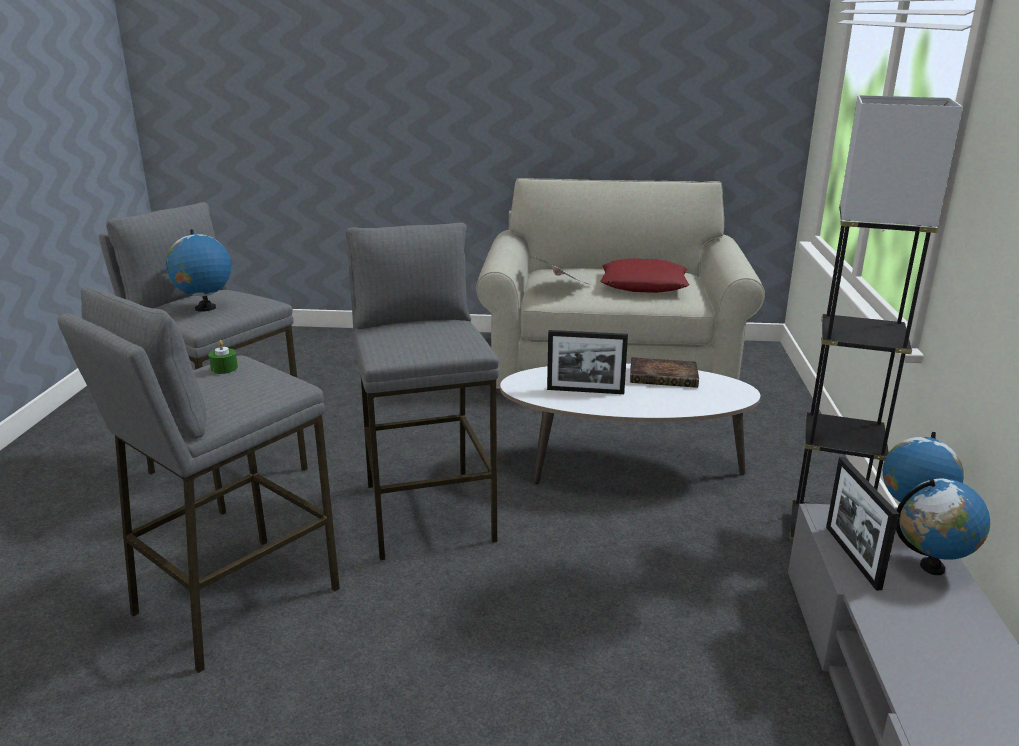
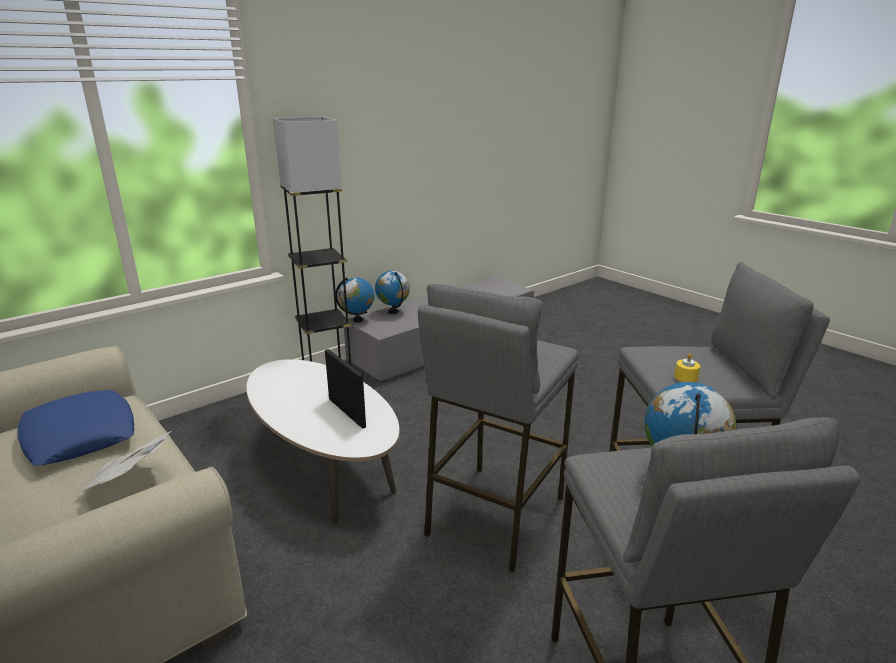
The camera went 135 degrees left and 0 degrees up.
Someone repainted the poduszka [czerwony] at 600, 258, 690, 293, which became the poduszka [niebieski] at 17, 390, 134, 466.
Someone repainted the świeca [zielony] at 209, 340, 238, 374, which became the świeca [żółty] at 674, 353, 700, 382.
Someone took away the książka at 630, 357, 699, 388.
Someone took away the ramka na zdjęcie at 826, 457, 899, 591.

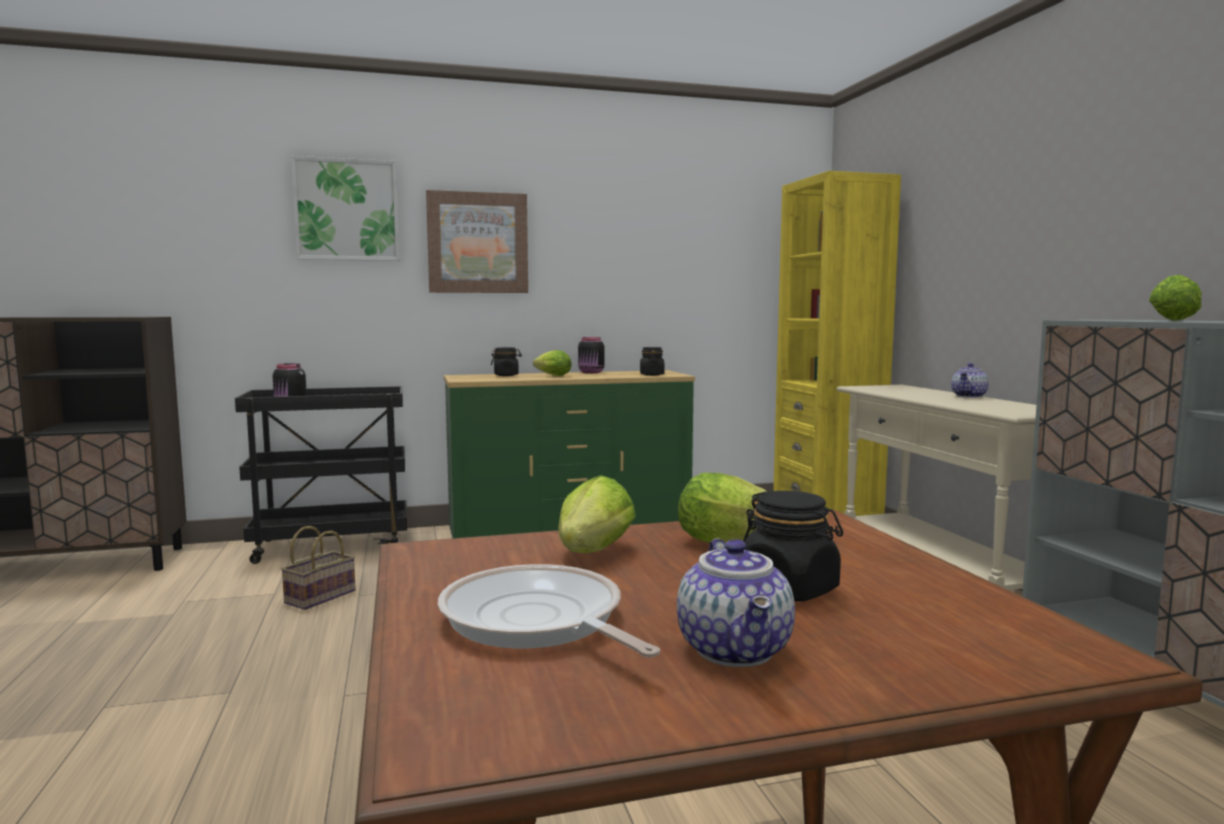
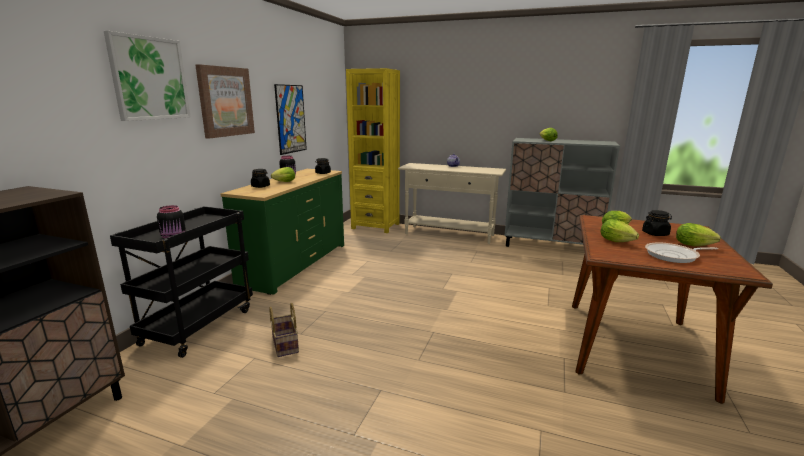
The camera went 55 degrees left and 10 degrees up.
Someone put up the obraz at 274, 84, 307, 155.
Someone swapped the imbryk at 677, 539, 795, 667 for the sałata at 676, 223, 721, 246.

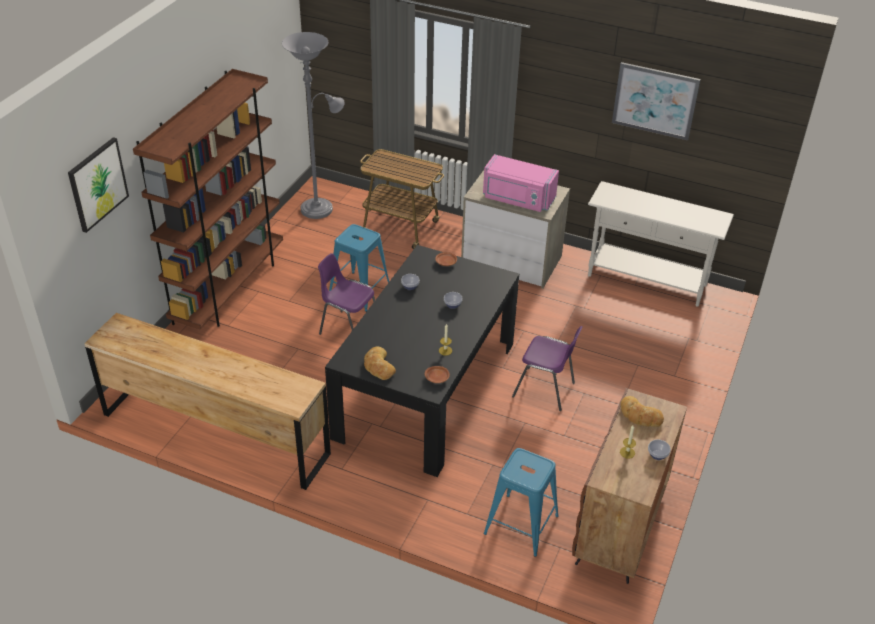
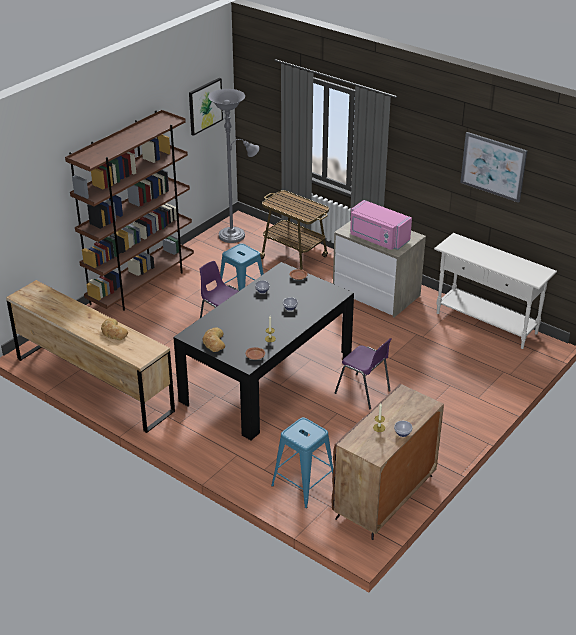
The camera went 15 degrees right and 5 degrees down.
Someone carried the chleb from 620, 396, 664, 427 to 101, 318, 128, 340.
Someone carried the obraz from 68, 137, 129, 233 to 189, 78, 223, 136.

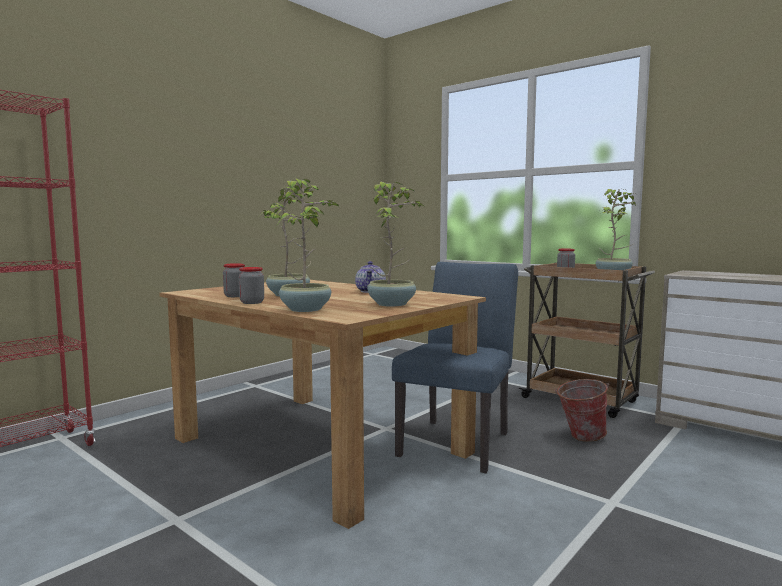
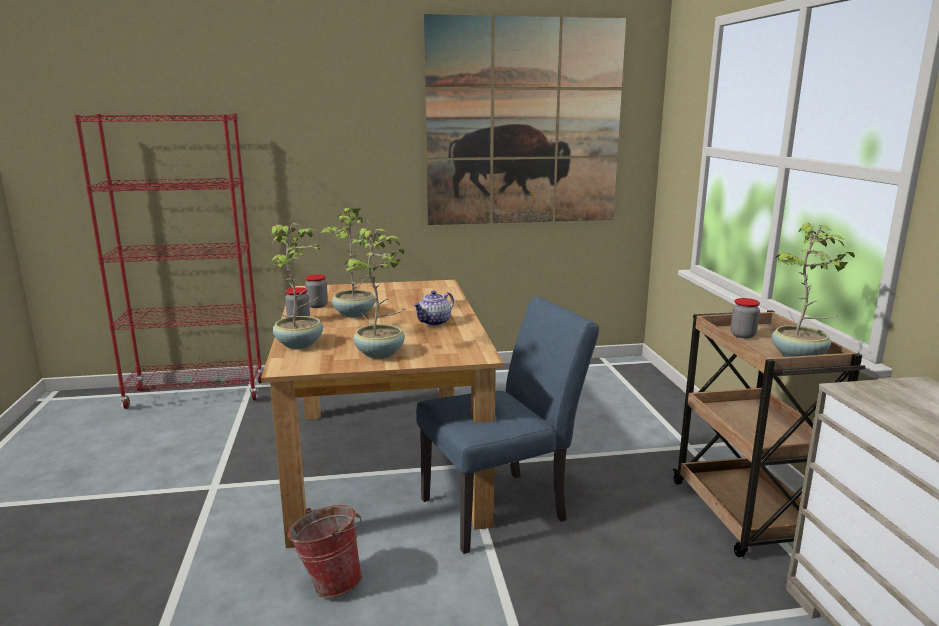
The camera went 40 degrees right and 10 degrees up.
Someone carried the wiadro from 555, 379, 609, 442 to 287, 505, 362, 598.
Someone put up the obraz at 424, 14, 626, 225.

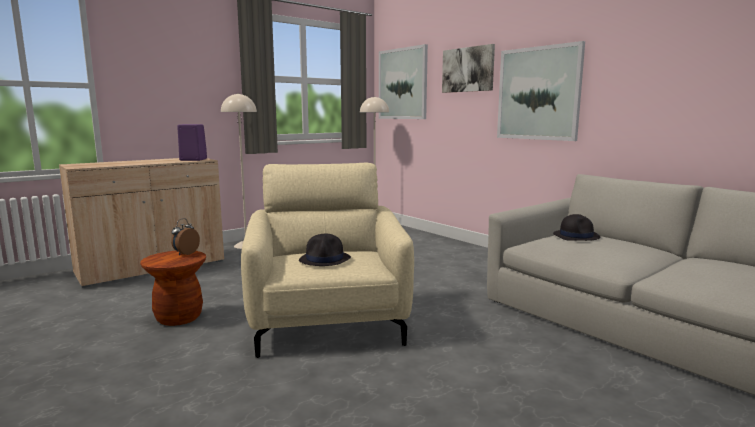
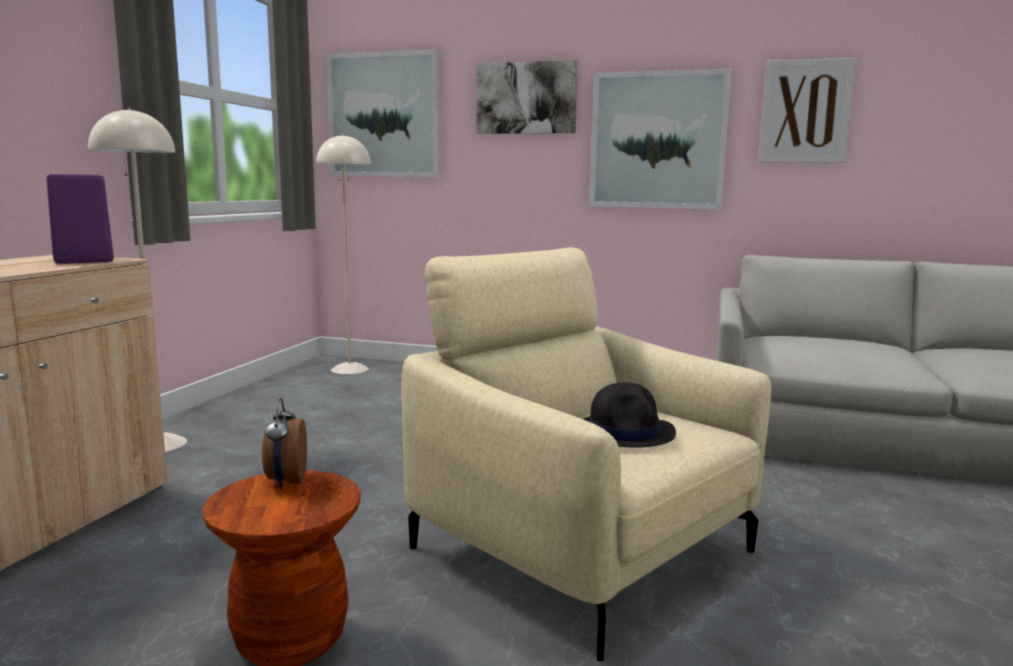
The camera went 35 degrees left and 0 degrees up.
Someone put up the obraz at 758, 58, 856, 163.
Someone took away the kapelusz [czarny] at 553, 214, 600, 241.

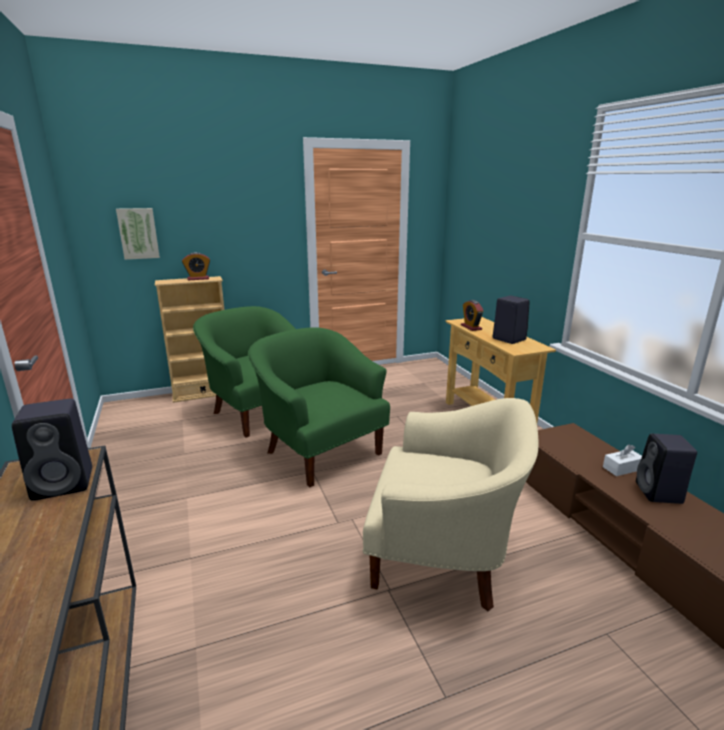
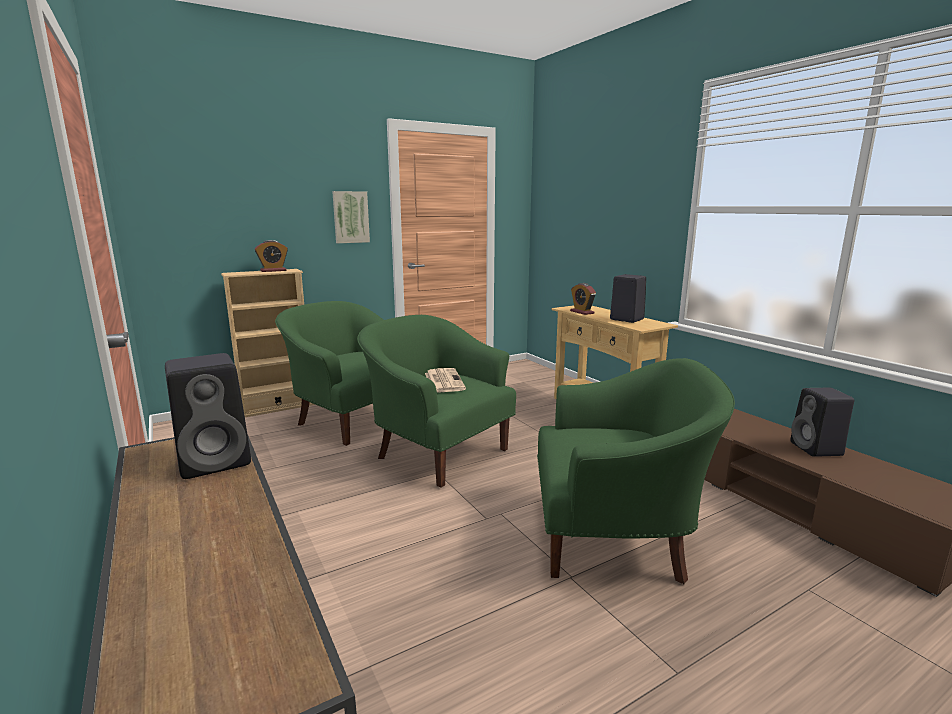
The camera went 10 degrees left and 5 degrees down.
Someone carried the obraz from 116, 208, 160, 260 to 332, 191, 370, 243.
Someone put down the gazeta at 425, 368, 466, 392.
Someone repainted the fotel [beżowy] at 363, 398, 538, 612, which became the fotel [zielony] at 537, 358, 735, 584.
Someone took away the pudełko chusteczek [biały] at 603, 444, 642, 476.

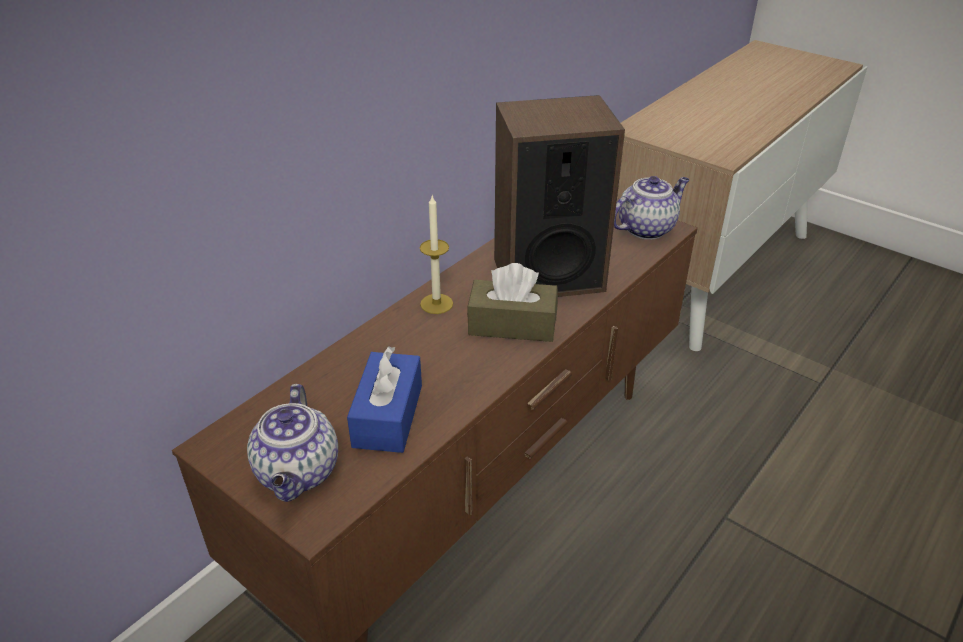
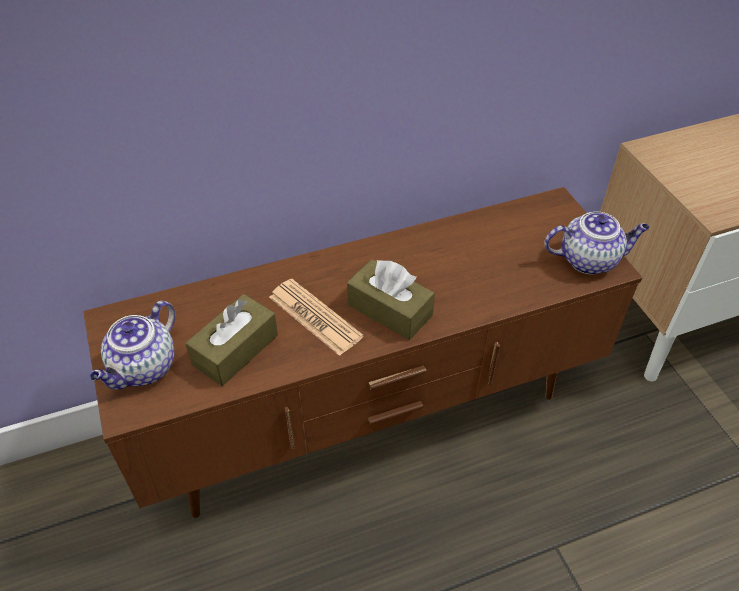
The camera went 30 degrees right and 10 degrees up.
Someone repainted the pudełko chusteczek [niebieski] at 347, 346, 422, 453, which became the pudełko chusteczek [brązowy] at 185, 294, 278, 386.
Someone put down the gazeta at 269, 279, 363, 356.
Someone took away the świeca at 420, 196, 453, 314.
Someone took away the głośnik at 494, 95, 625, 297.

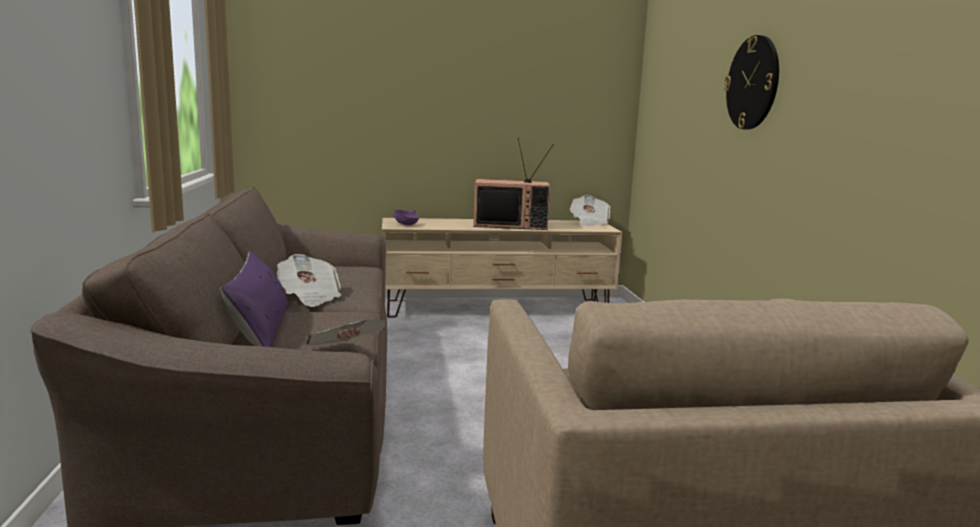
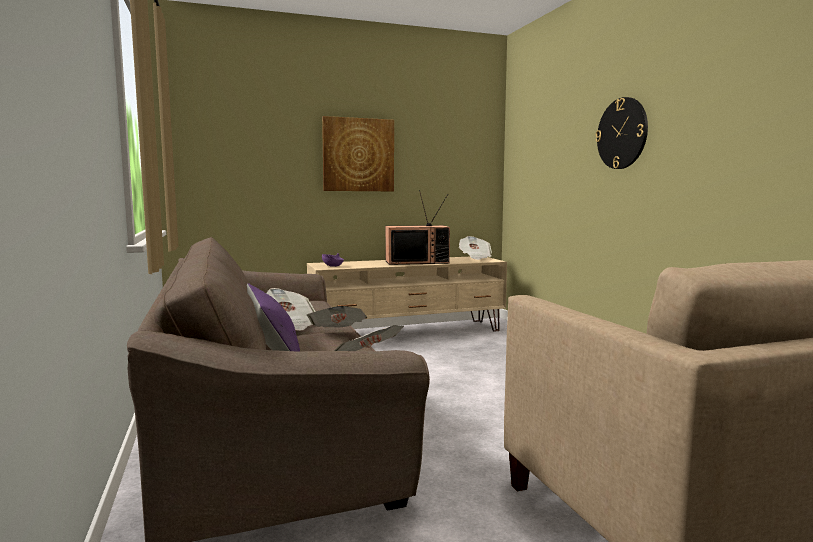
The camera went 10 degrees left and 5 degrees down.
Someone put down the gazeta at 306, 306, 367, 328.
Someone put up the obraz at 322, 116, 394, 191.

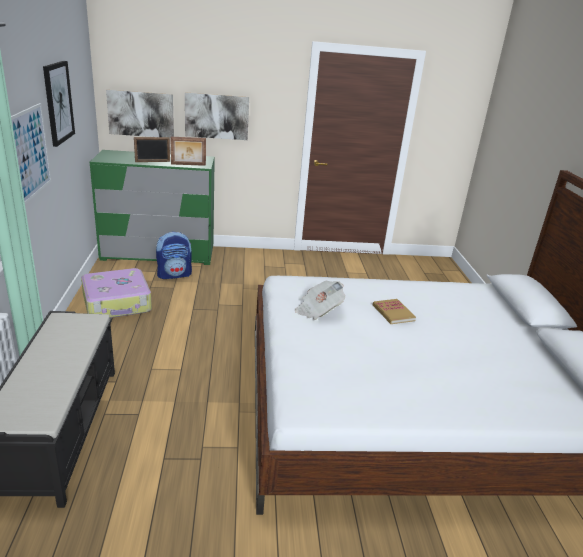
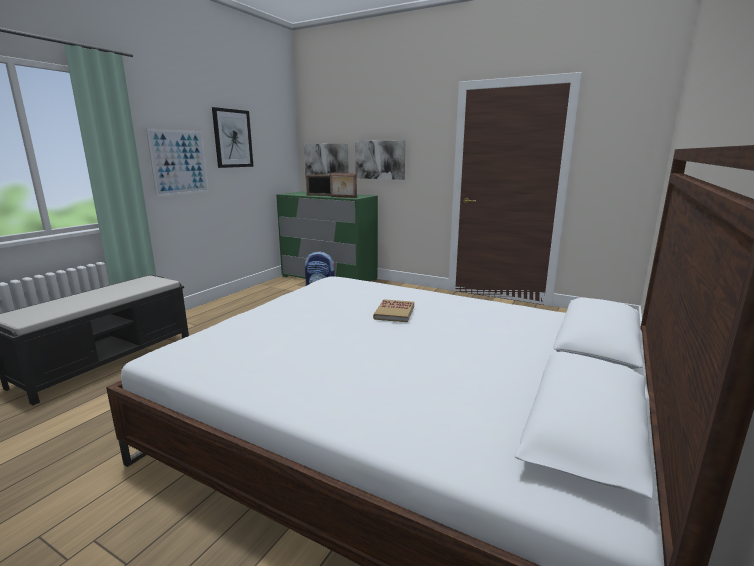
The camera went 35 degrees right and 10 degrees down.
Someone took away the walizka at 81, 268, 152, 318.
Someone took away the gazeta at 295, 280, 345, 320.

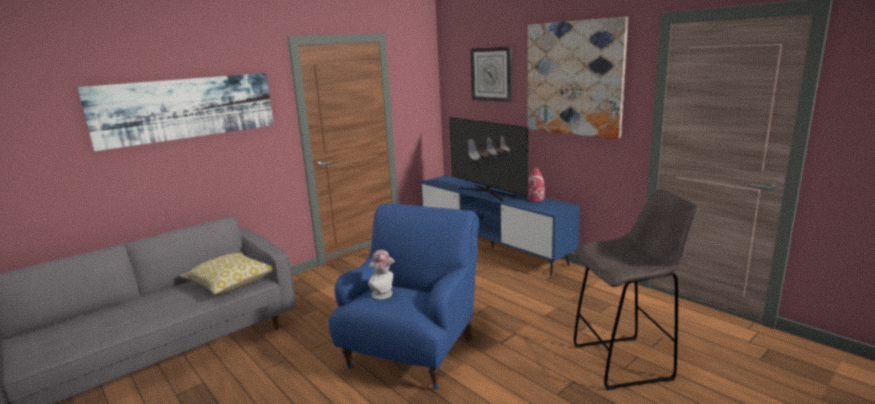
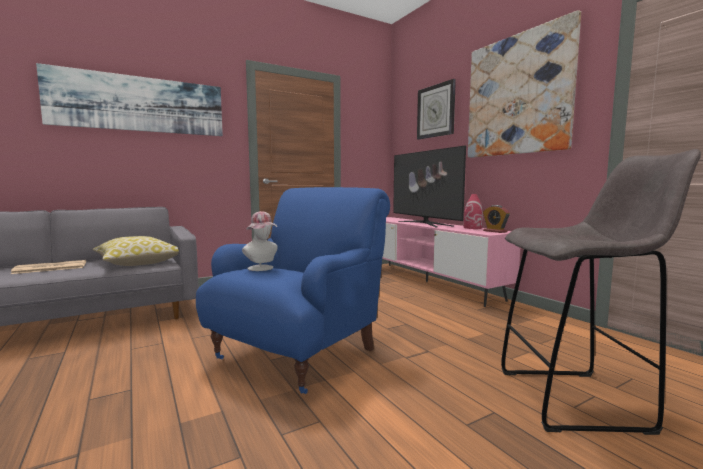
The camera went 10 degrees right and 10 degrees down.
Someone put down the gazeta at 11, 260, 86, 274.
Someone repainted the szafka pod telewizor [niebieski] at 420, 175, 580, 275, which became the szafka pod telewizor [różowy] at 382, 217, 520, 307.
Someone put down the budzik at 483, 205, 510, 233.

